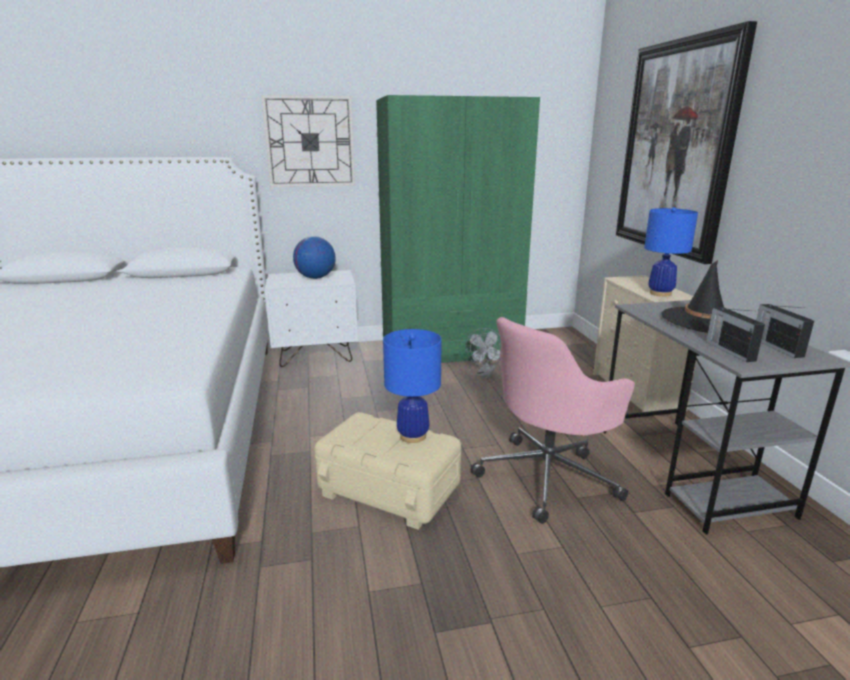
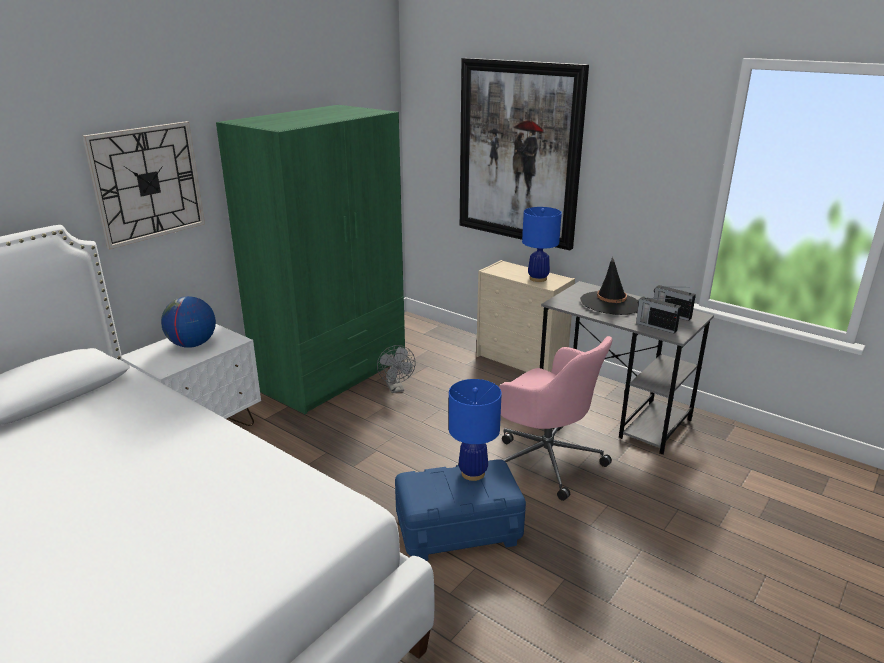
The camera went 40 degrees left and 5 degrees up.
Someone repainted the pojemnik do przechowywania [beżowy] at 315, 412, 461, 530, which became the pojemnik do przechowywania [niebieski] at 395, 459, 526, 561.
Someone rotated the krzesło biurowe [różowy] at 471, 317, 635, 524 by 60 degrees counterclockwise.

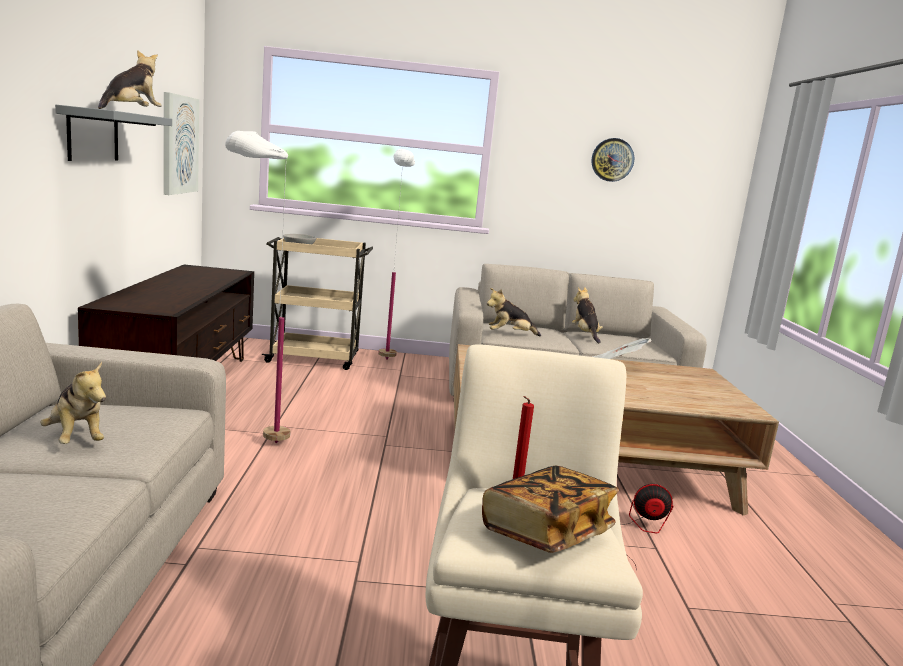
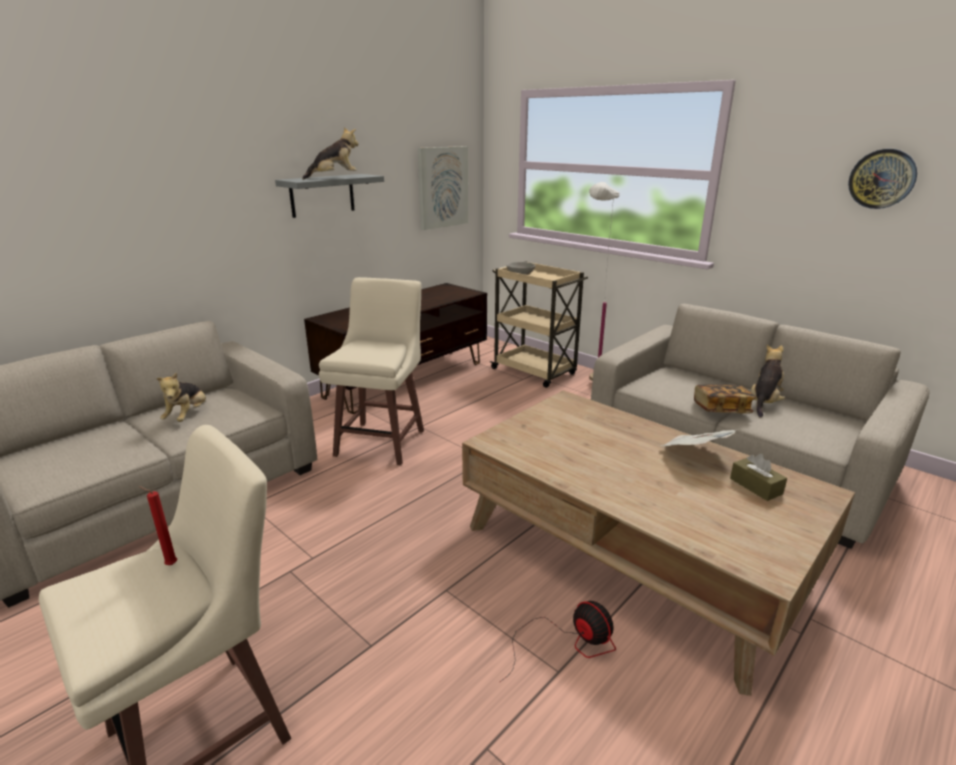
The camera went 45 degrees right and 10 degrees up.
Someone swapped the lampa stojąca [biały] at 225, 131, 291, 443 for the stołek [beżowy] at 319, 277, 424, 465.
Someone carried the książka from 482, 466, 619, 553 to 694, 385, 756, 413.
Someone put down the pudełko chusteczek [brązowy] at 730, 454, 787, 501.
Someone took away the pluszak at 487, 288, 541, 336.

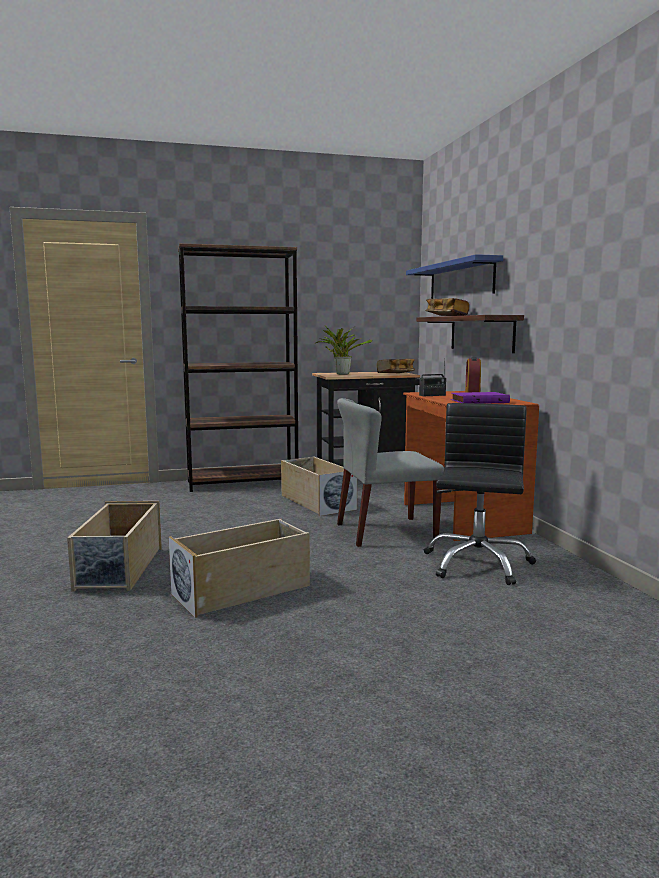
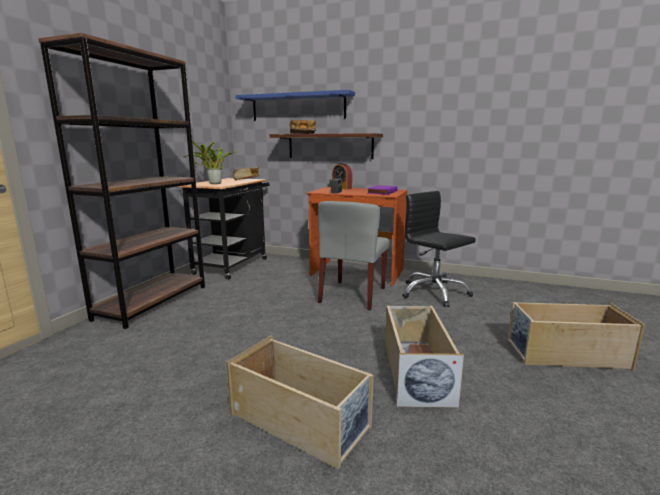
The camera went 55 degrees left and 5 degrees up.
Someone carried the pojemnik do przechowywania [beżowy] from 281, 456, 357, 516 to 507, 302, 645, 371.

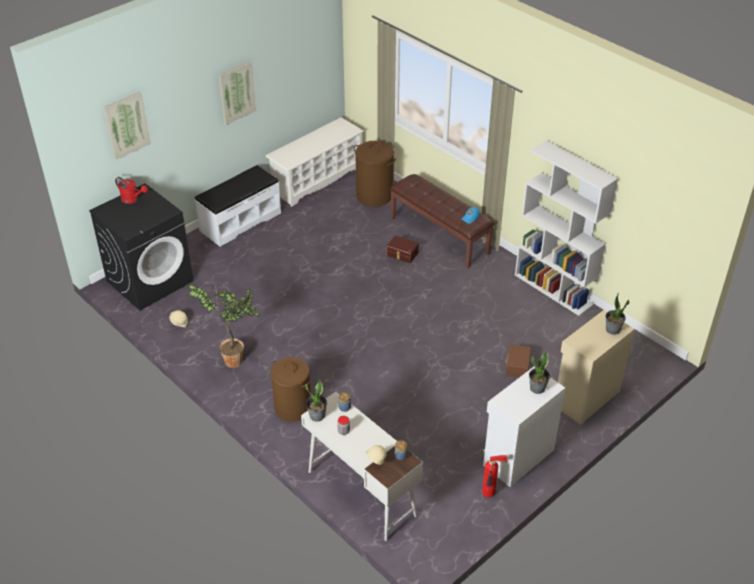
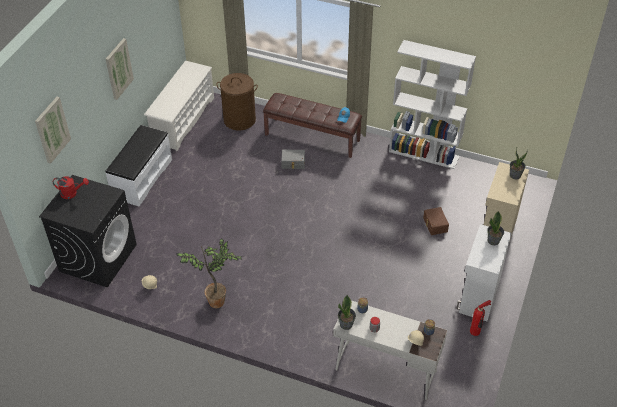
The camera went 25 degrees left and 5 degrees up.
Someone repainted the pojemnik do przechowywania [brązowy] at 386, 236, 419, 263, which became the pojemnik do przechowywania [szary] at 281, 150, 305, 169.
Someone took away the kosz na pranie [brązowy] at 271, 357, 311, 422.

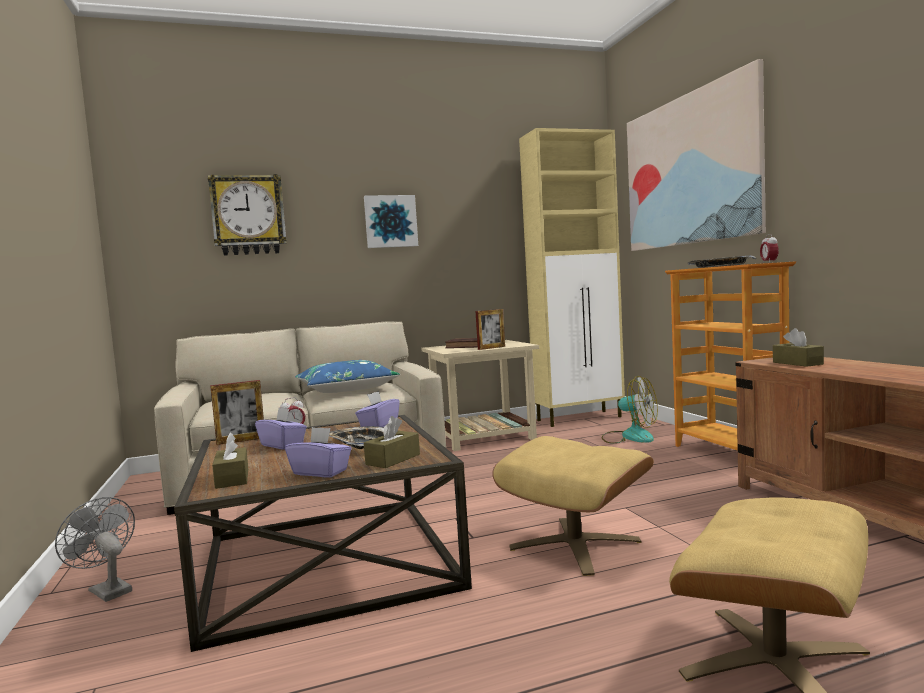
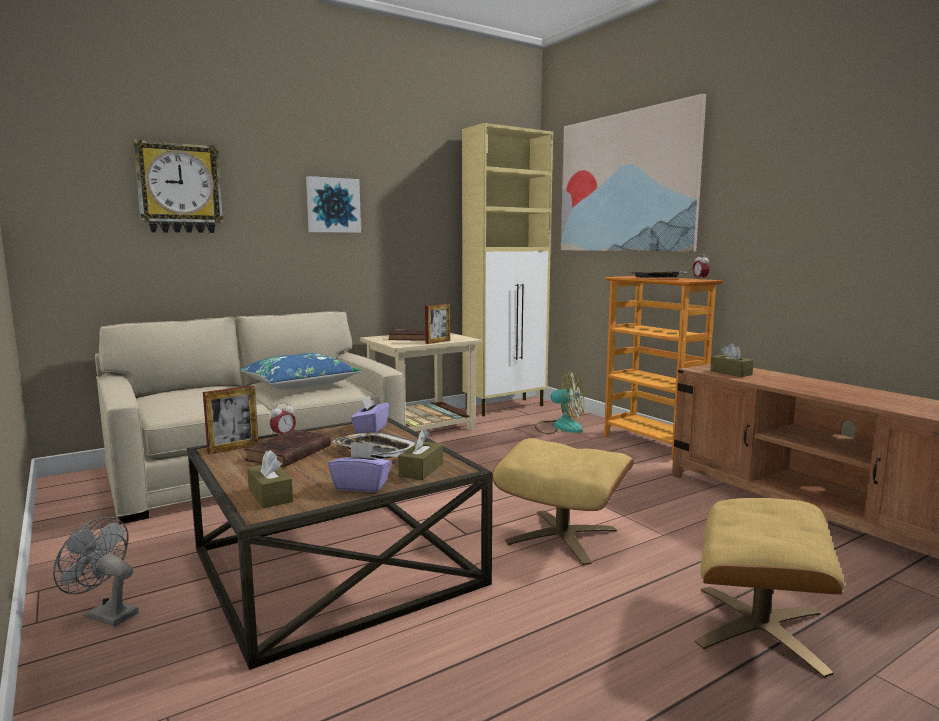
The camera went 15 degrees left and 5 degrees up.
Someone swapped the pudełko chusteczek [fioletowy] at 255, 408, 307, 450 for the książka [brązowy] at 244, 430, 331, 467.

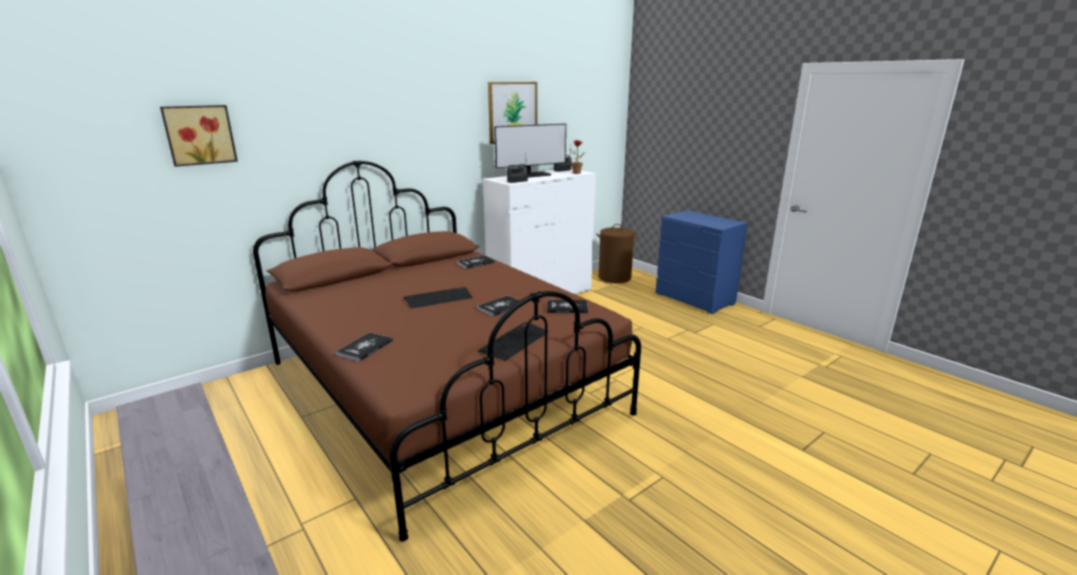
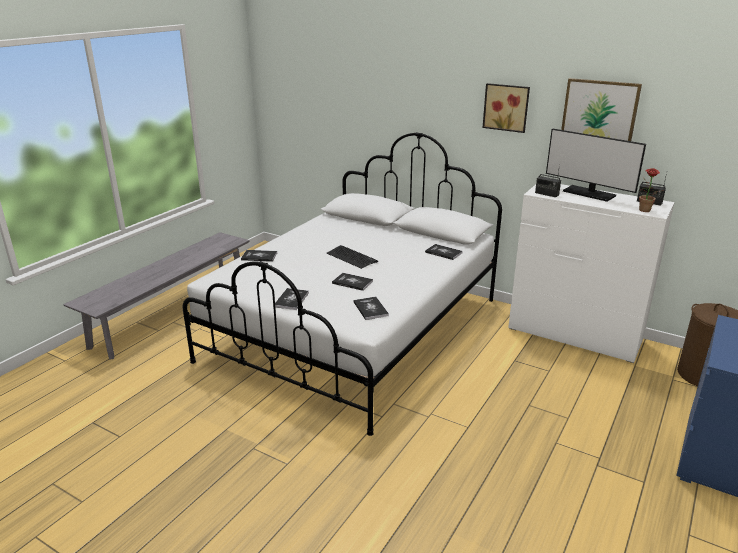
The camera went 70 degrees right and 5 degrees up.
Someone repainted the łóżko [brązowy] at 253, 160, 641, 542, which became the łóżko [biały] at 182, 132, 502, 436.
Someone swapped the klawiatura at 478, 322, 549, 361 for the książka at 275, 288, 309, 310.
Someone carried the obraz from 160, 105, 238, 167 to 483, 83, 530, 133.

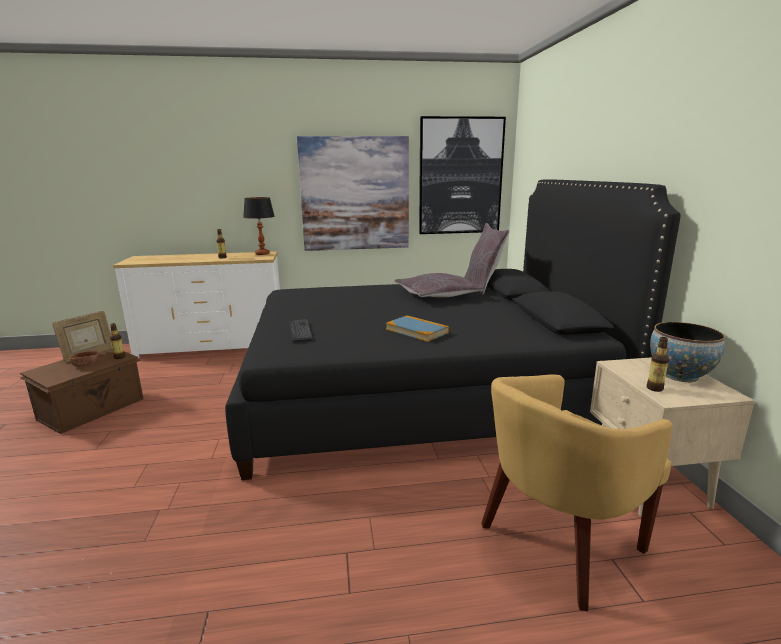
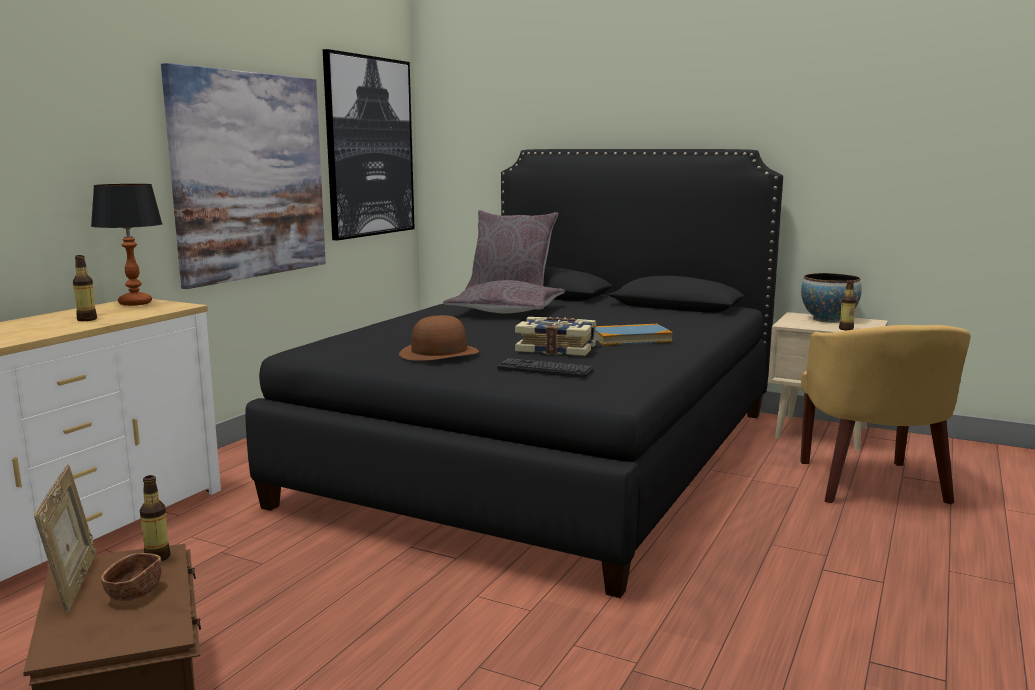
The camera went 55 degrees left and 5 degrees down.
Someone put down the kapelusz [brązowy] at 399, 315, 479, 361.
Someone put down the książka at 515, 317, 596, 356.

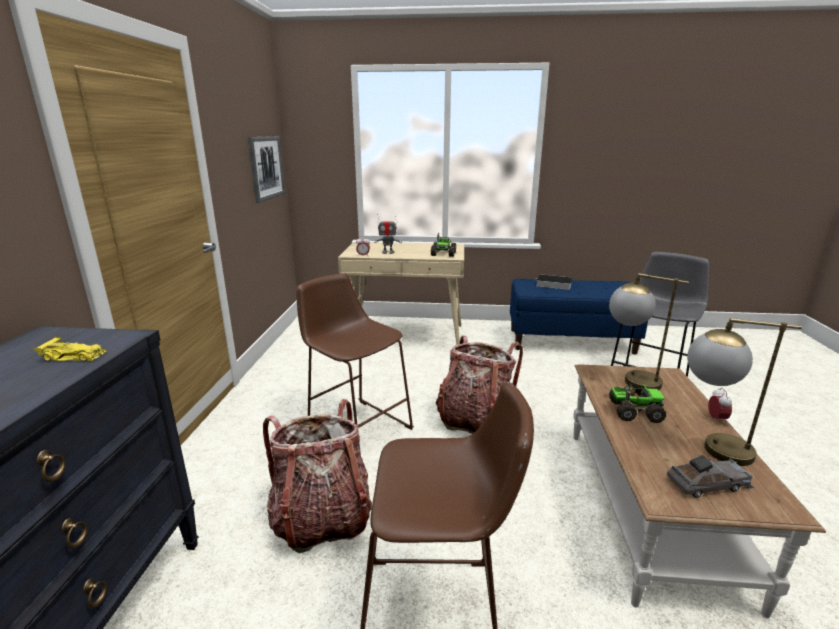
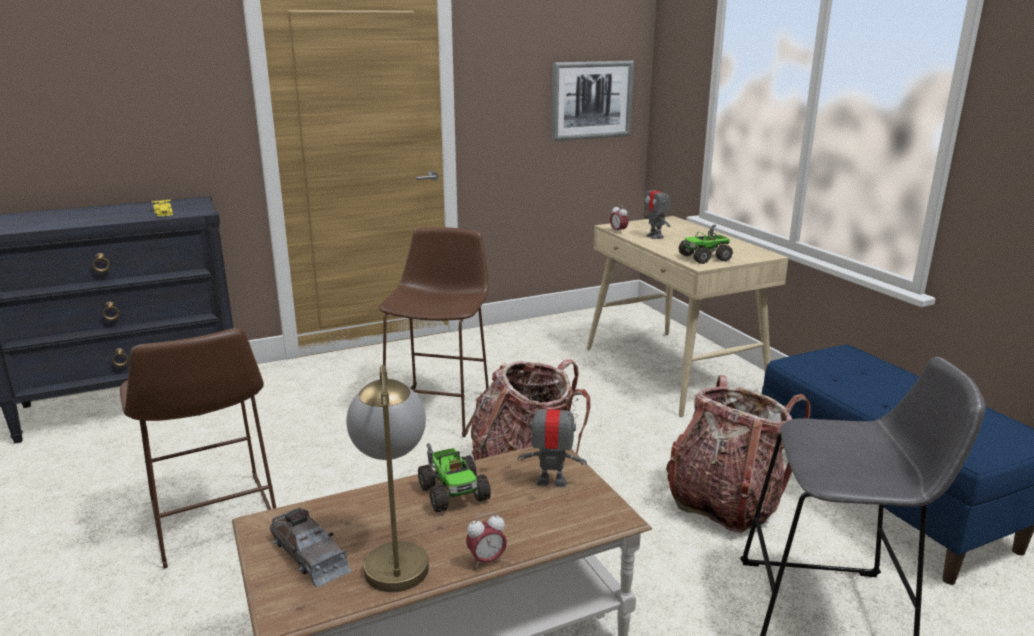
The camera went 60 degrees right and 0 degrees up.
Someone swapped the lampa stołowa at 609, 273, 689, 390 for the robot zabawkowy at 518, 398, 587, 487.
Someone carried the plecak from 263, 399, 372, 553 to 666, 375, 811, 533.
Someone took away the książka at 532, 274, 572, 290.

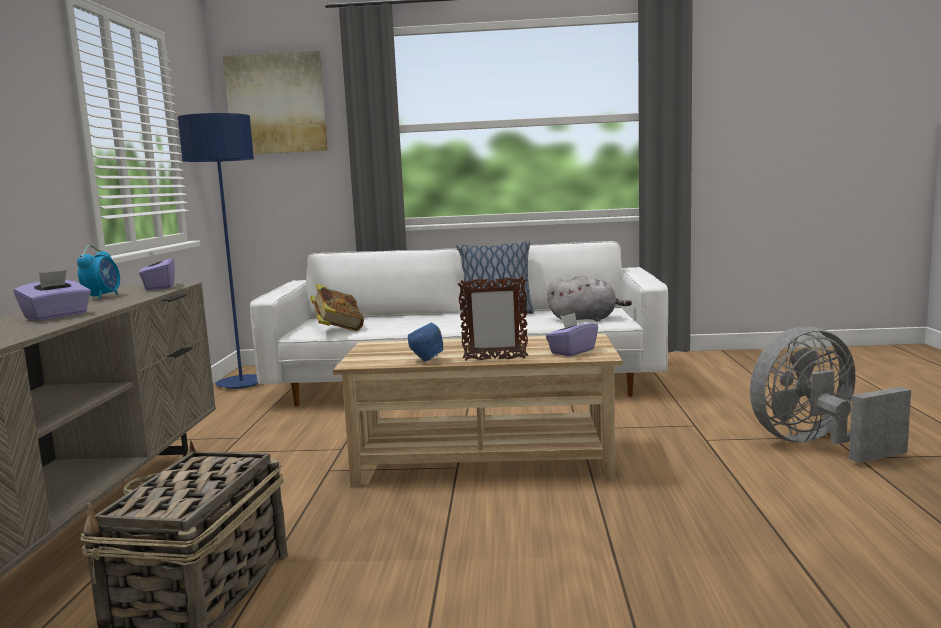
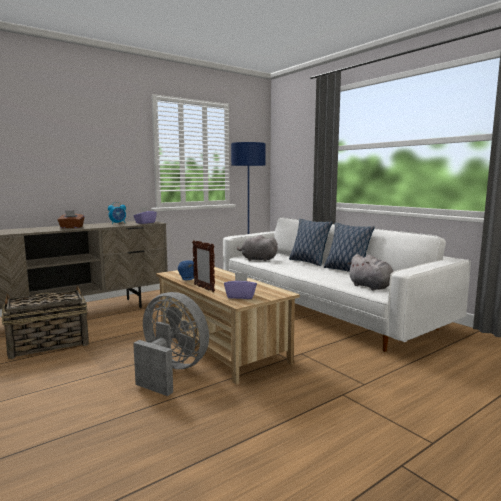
The camera went 50 degrees right and 0 degrees up.
Someone repainted the pudełko chusteczek [fioletowy] at 14, 270, 91, 321, which became the pudełko chusteczek [brązowy] at 57, 210, 84, 228.
Someone carried the wentylator [szary] from 750, 327, 911, 463 to 133, 292, 209, 396.
Someone swapped the książka at 310, 284, 364, 331 for the pluszak [szary] at 237, 235, 278, 261.
Someone put down the poduszka at 289, 219, 332, 266.
Someone took away the obraz at 223, 50, 328, 154.

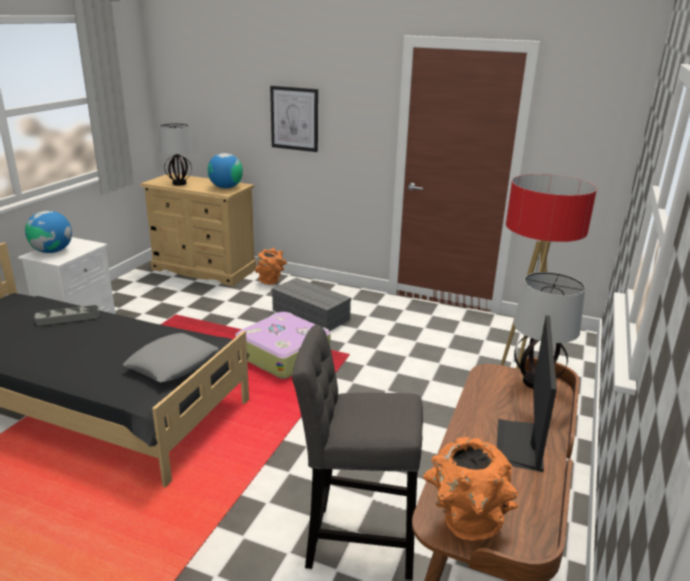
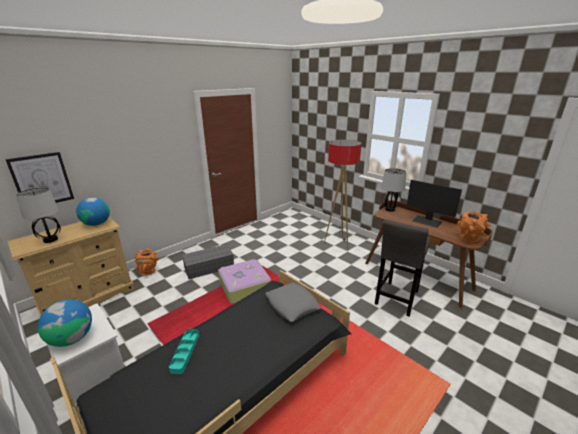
The camera went 65 degrees left and 0 degrees up.
Someone carried the obraz from 270, 86, 318, 152 to 5, 152, 74, 203.
Someone repainted the taca [szary] at 34, 305, 99, 326, which became the taca [turkusowy] at 169, 329, 199, 374.

